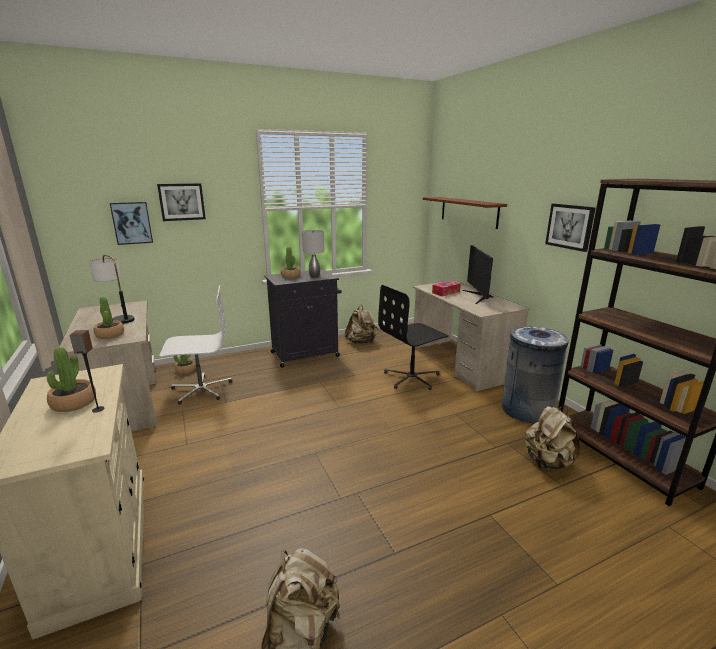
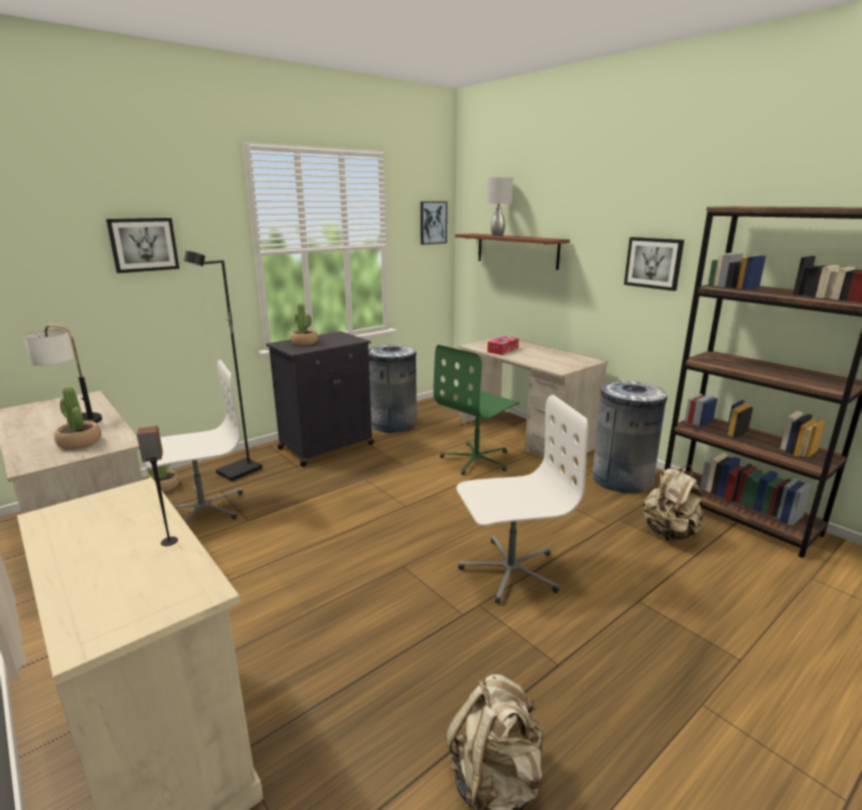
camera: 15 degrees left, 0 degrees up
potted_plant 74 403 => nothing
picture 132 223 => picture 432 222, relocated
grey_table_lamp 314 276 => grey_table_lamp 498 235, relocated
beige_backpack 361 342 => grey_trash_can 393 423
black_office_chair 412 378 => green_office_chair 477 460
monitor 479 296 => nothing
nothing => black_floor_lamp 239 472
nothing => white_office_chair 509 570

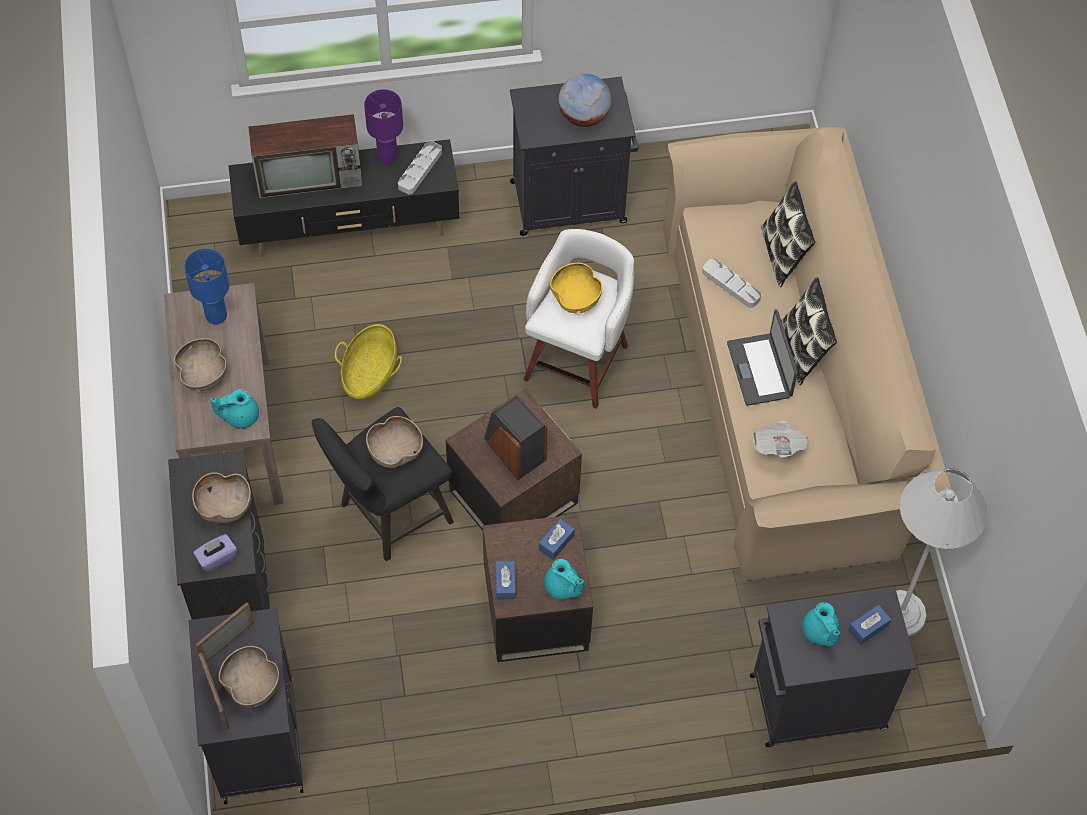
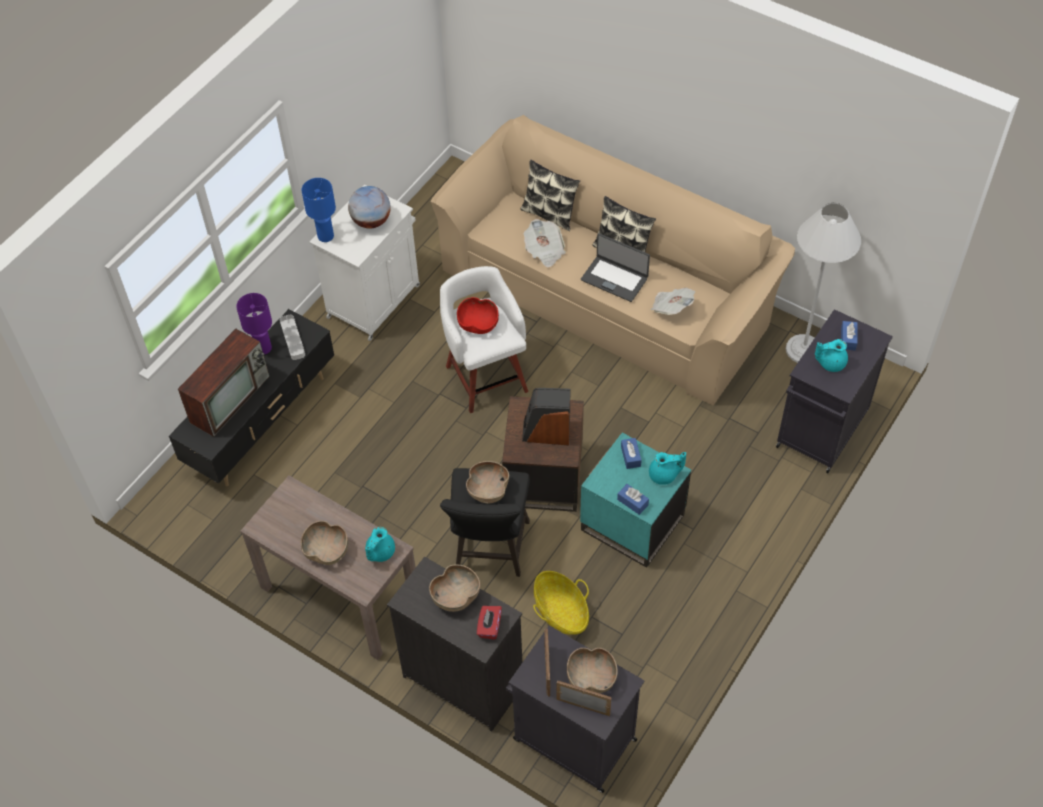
camera: 45 degrees left, 5 degrees down
blue_table_lamp 216 315 => blue_table_lamp 325 236, relocated
purple_tissue_box 217 558 => red_tissue_box 489 627
basket 370 374 => basket 561 612, relocated
brown_side_table 535 612 => turquoise_side_table 632 523
black_cabinet 571 202 => white_cabinet 375 300
yellow_bowl 576 298 => red_bowl 478 324
grey_tray 731 285 => newspaper 544 251
turquoise_teapot 820 632 => turquoise_teapot 830 363, 150 degrees clockwise

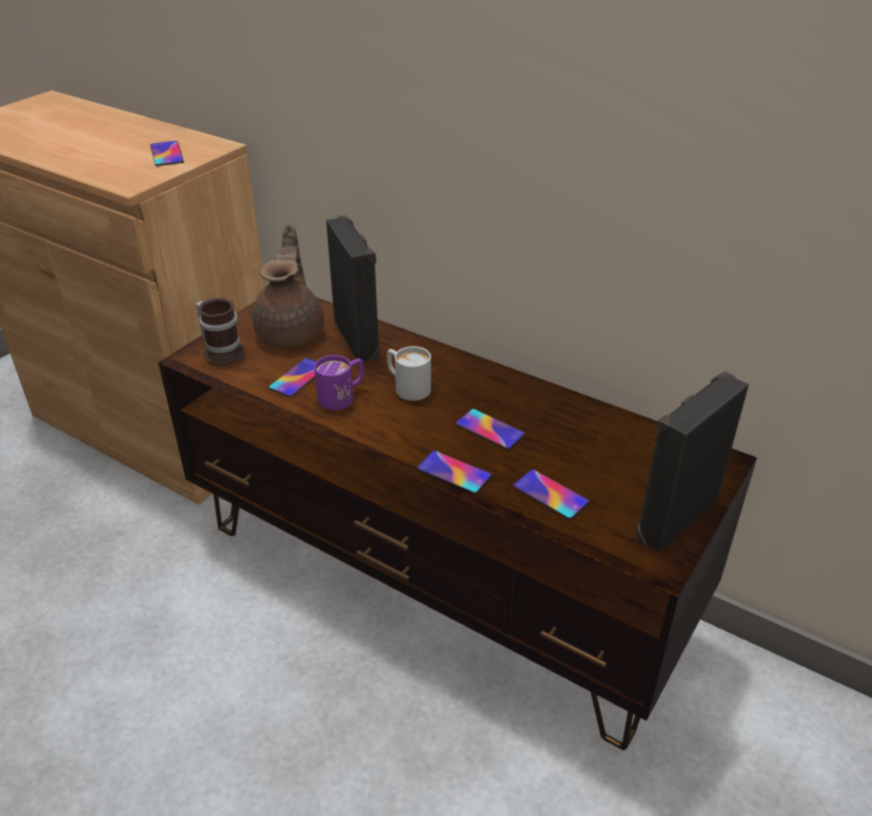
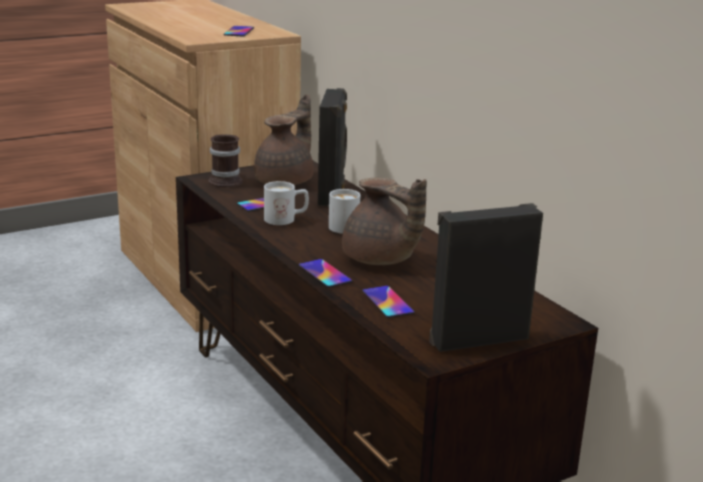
camera: 25 degrees right, 15 degrees down
purple_mug 342 396 => white_mug 286 219
phone 490 429 => brown_teapot 380 260

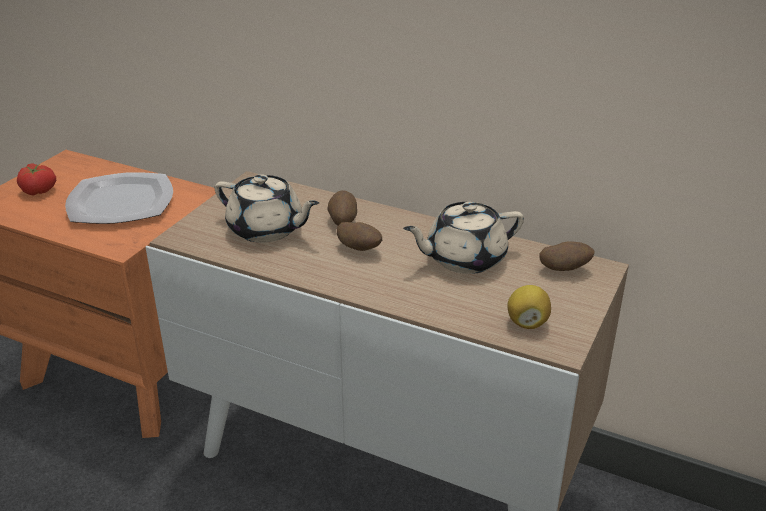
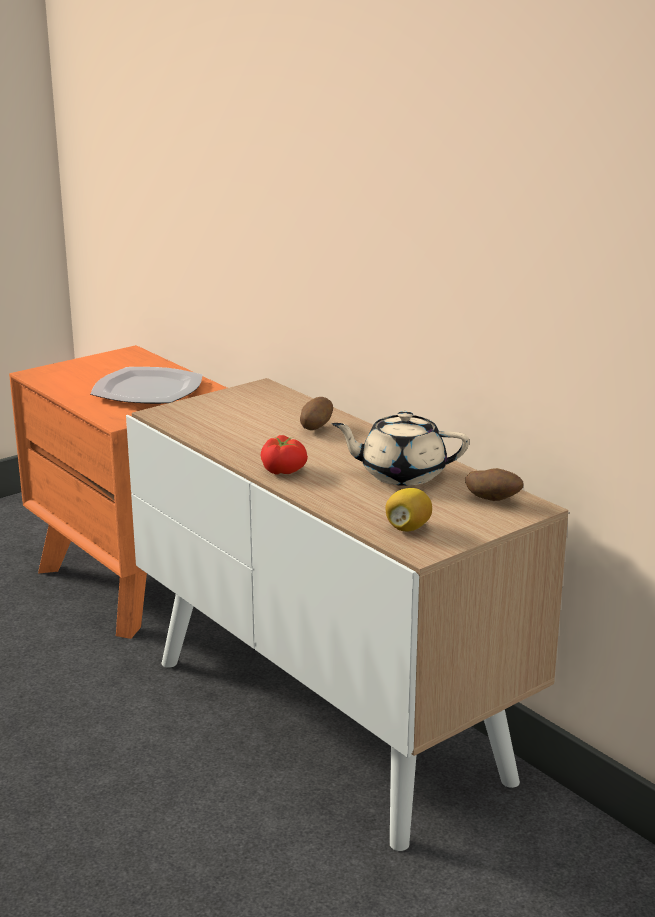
camera: 25 degrees right, 10 degrees down
tomato 39 190 => tomato 284 470, relocated
beige_teapot 267 230 => nothing
potato 359 249 => nothing

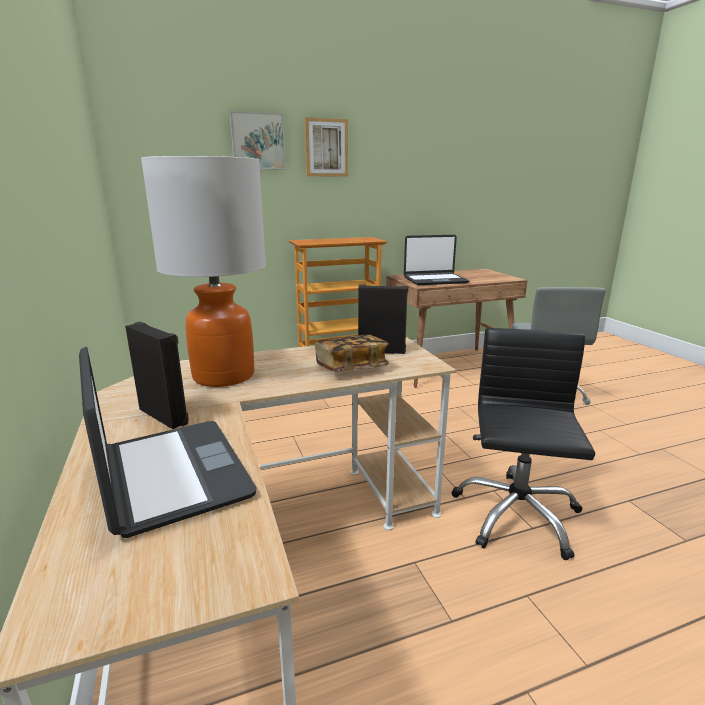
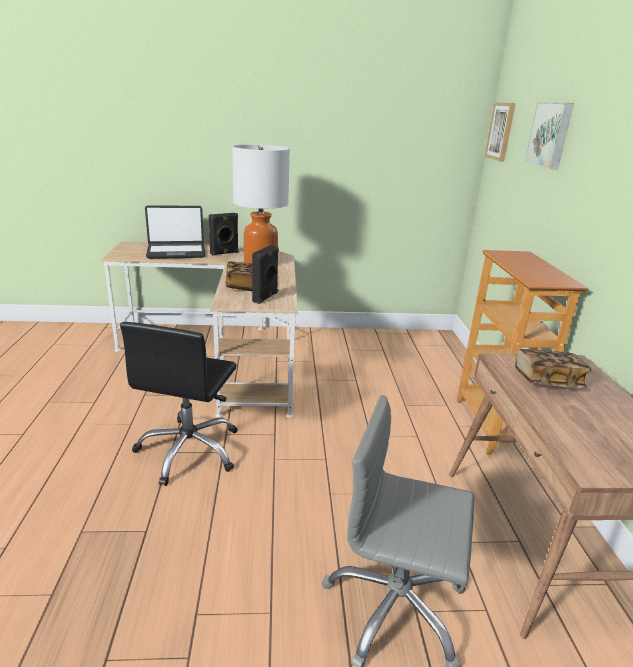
camera: 105 degrees right, 5 degrees up
picture 326 148 => picture 501 131, relocated
laptop 435 280 => book 547 381
black_office_chair 515 514 => black_office_chair 189 450, 75 degrees clockwise

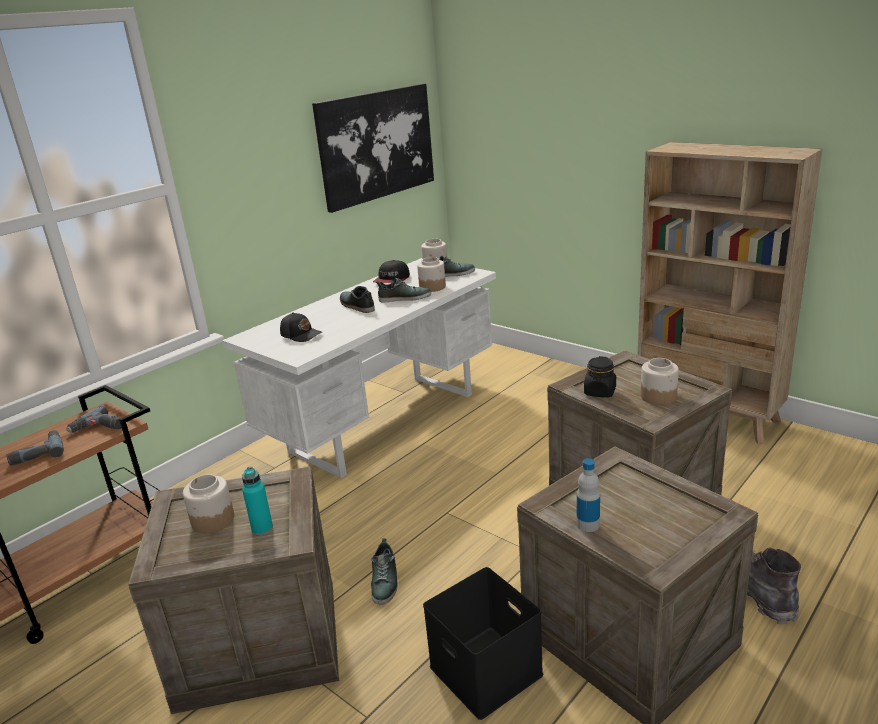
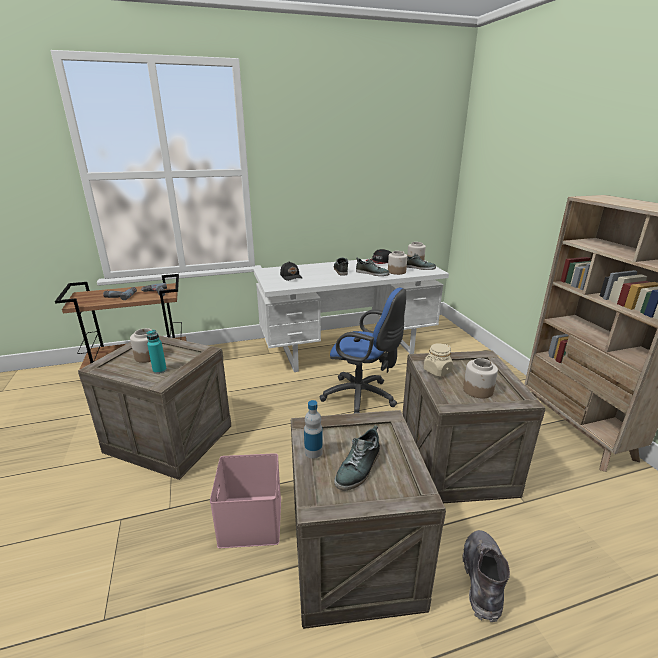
camera: 30 degrees right, 0 degrees up
picture 376 145 => nothing
shoe 385 581 => shoe 359 468, relocated
black_storage_box 488 670 => pink_storage_box 252 521
black_jar 600 392 => beige_jar 437 371
nothing => blue_office_chair 362 398

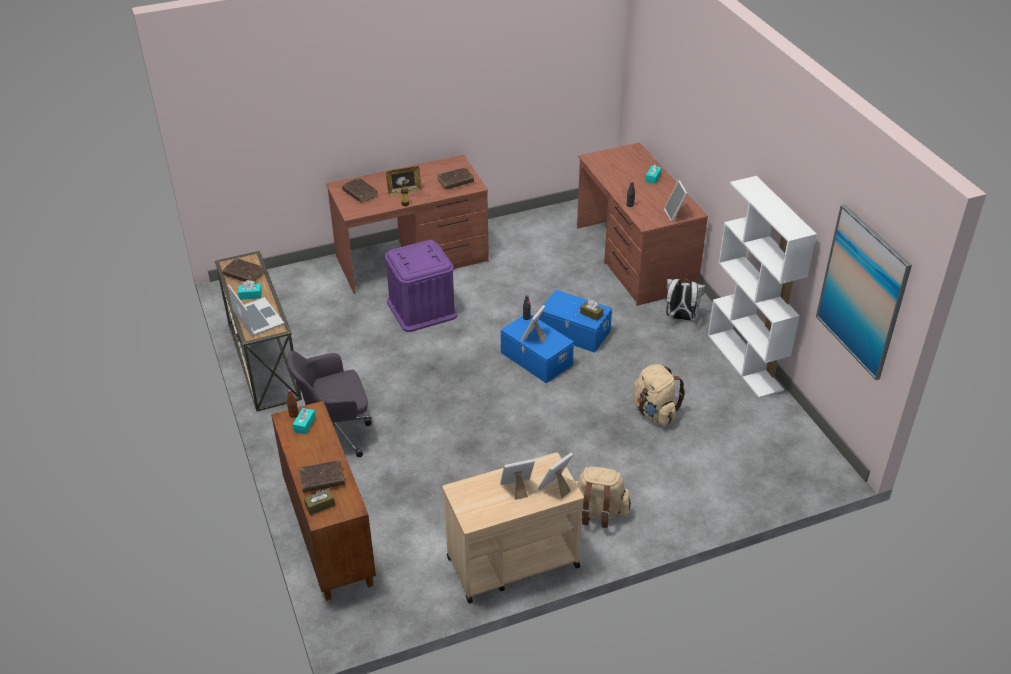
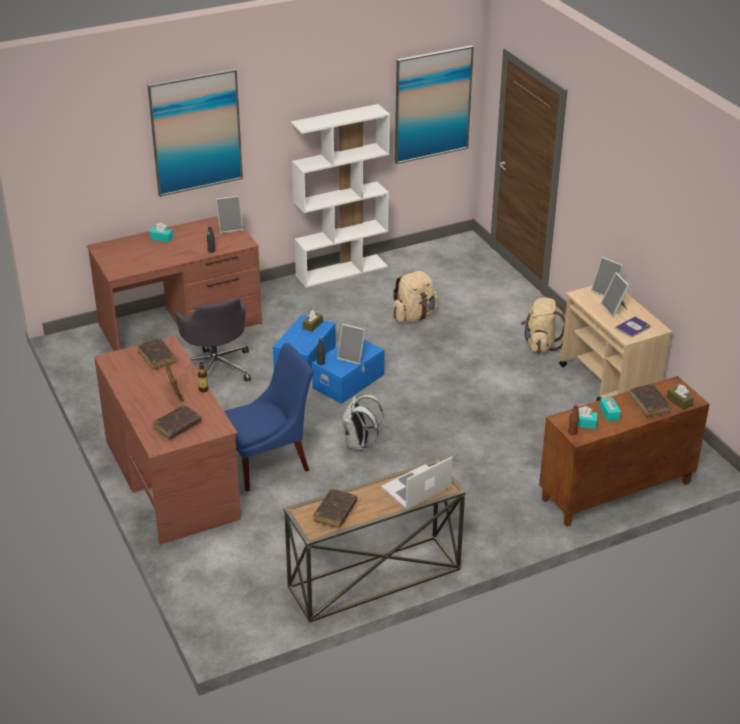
camera: 95 degrees left, 5 degrees down
turquoise_tissue_box 250 295 => turquoise_tissue_box 609 413, relocated
grey_office_chair 336 432 => grey_office_chair 216 367, relocated
purple_storage_box 421 308 => blue_chair 269 462
white_backpack 680 317 => white_backpack 359 444, relocated
nothing => picture 196 132
nothing => book 633 327

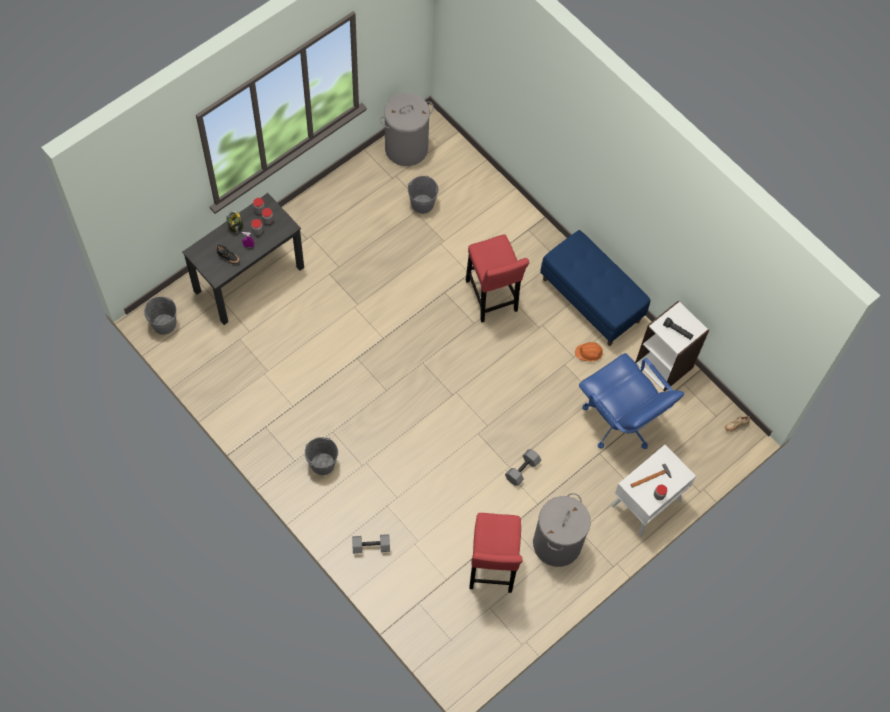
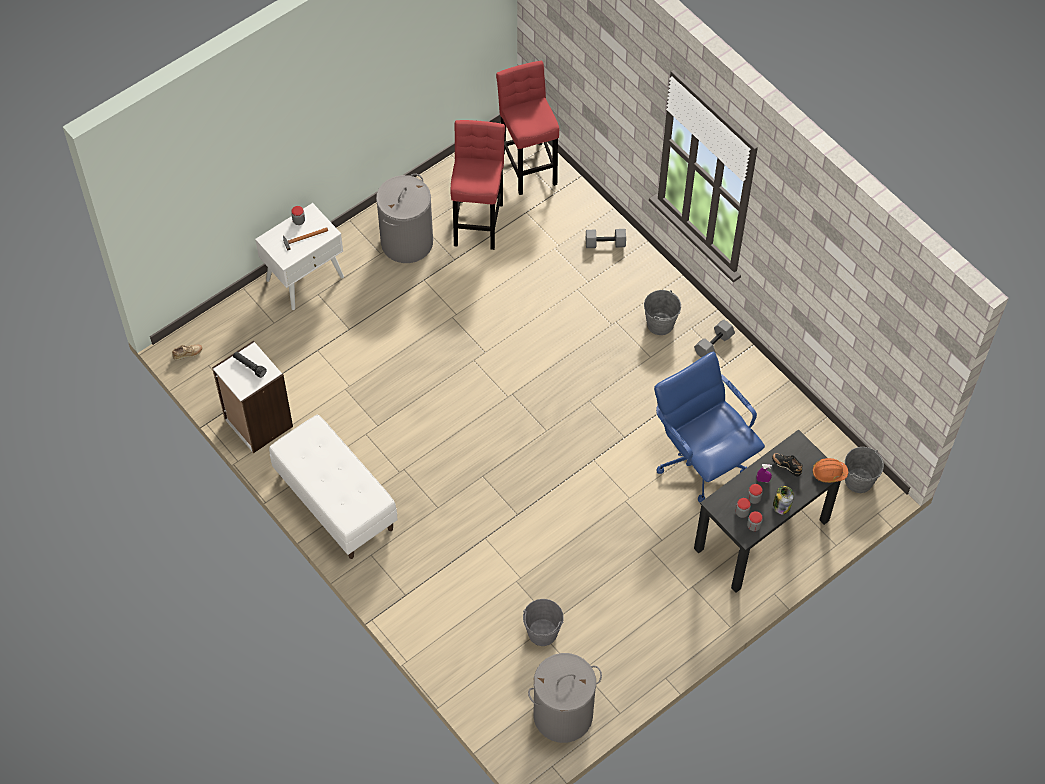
camera: 175 degrees left, 5 degrees down
red_stool 491 299 => red_stool 528 165, relocated
grey_dumbbell 522 470 => grey_dumbbell 713 344, relocated
blue_bench 591 300 => white_bench 335 501
orange_hard_hat 589 353 => orange_hard_hat 829 473, relocated
blue_office_chair 620 420 => blue_office_chair 701 459, relocated

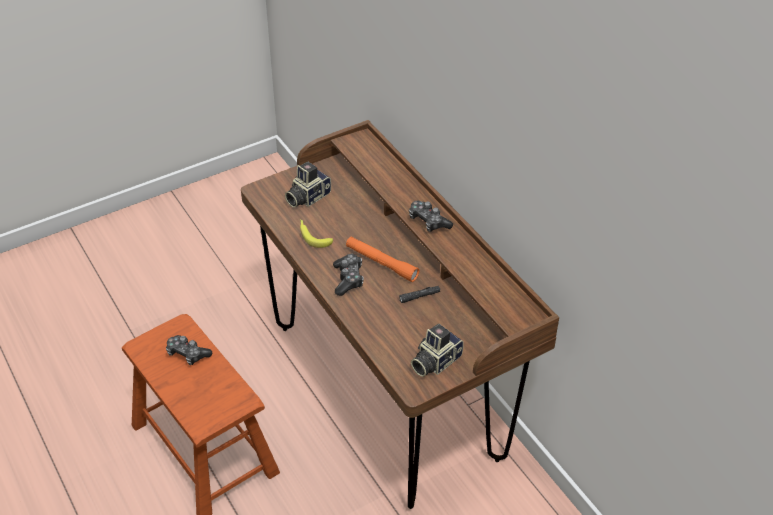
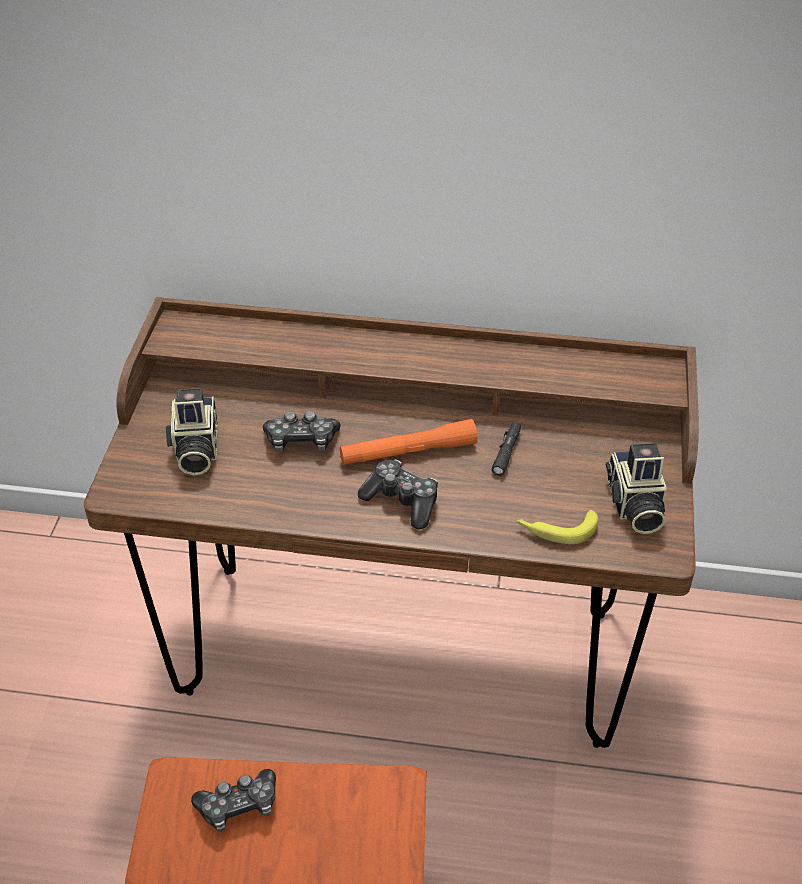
camera: 50 degrees left, 0 degrees up
banana 313 236 => banana 556 529, relocated
game_controller 428 221 => game_controller 301 441, relocated

